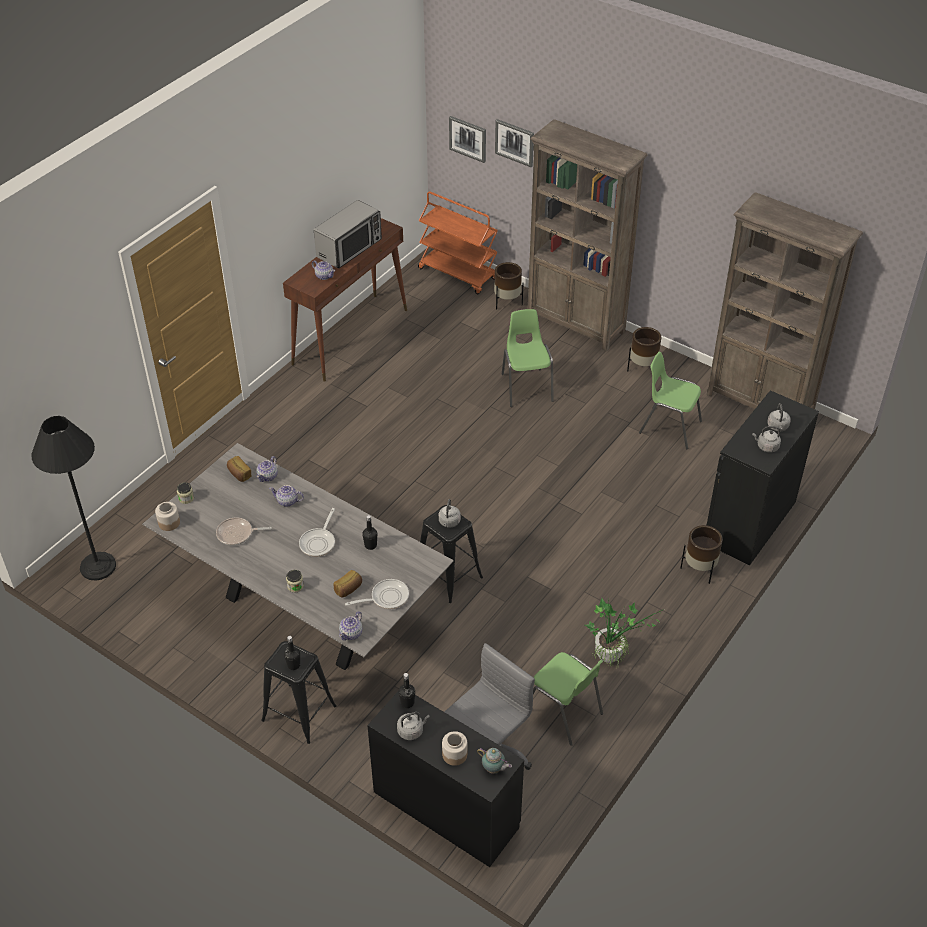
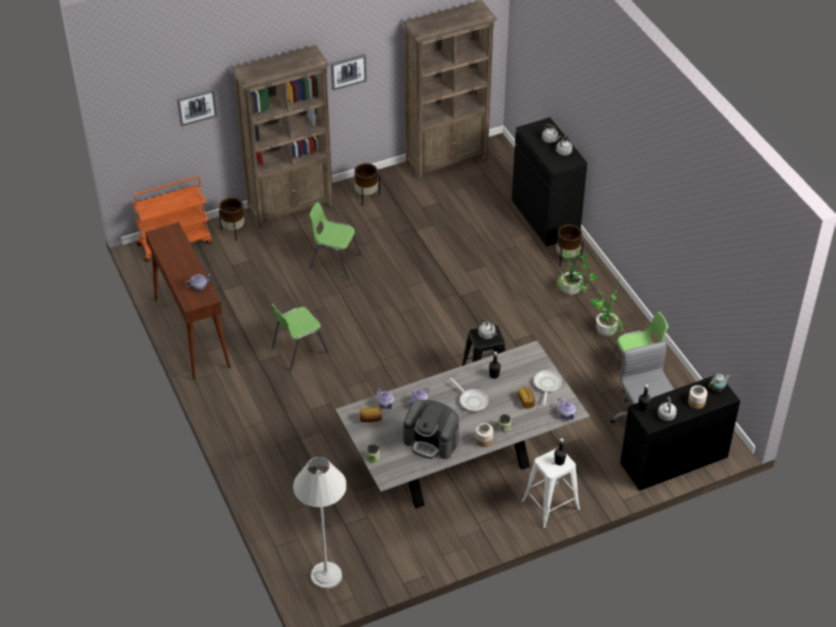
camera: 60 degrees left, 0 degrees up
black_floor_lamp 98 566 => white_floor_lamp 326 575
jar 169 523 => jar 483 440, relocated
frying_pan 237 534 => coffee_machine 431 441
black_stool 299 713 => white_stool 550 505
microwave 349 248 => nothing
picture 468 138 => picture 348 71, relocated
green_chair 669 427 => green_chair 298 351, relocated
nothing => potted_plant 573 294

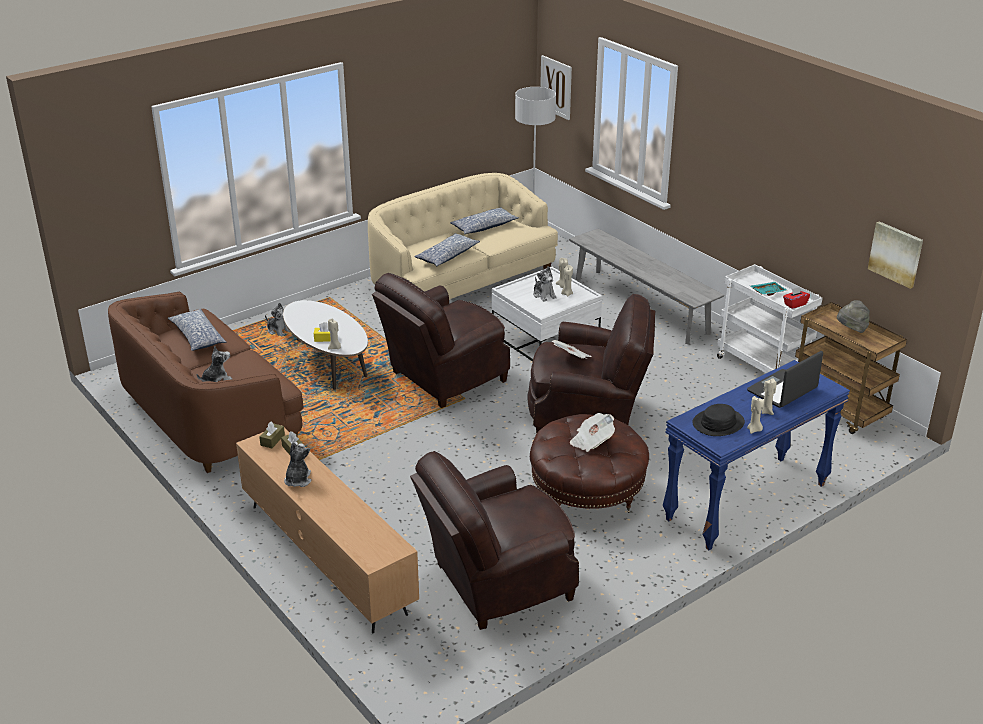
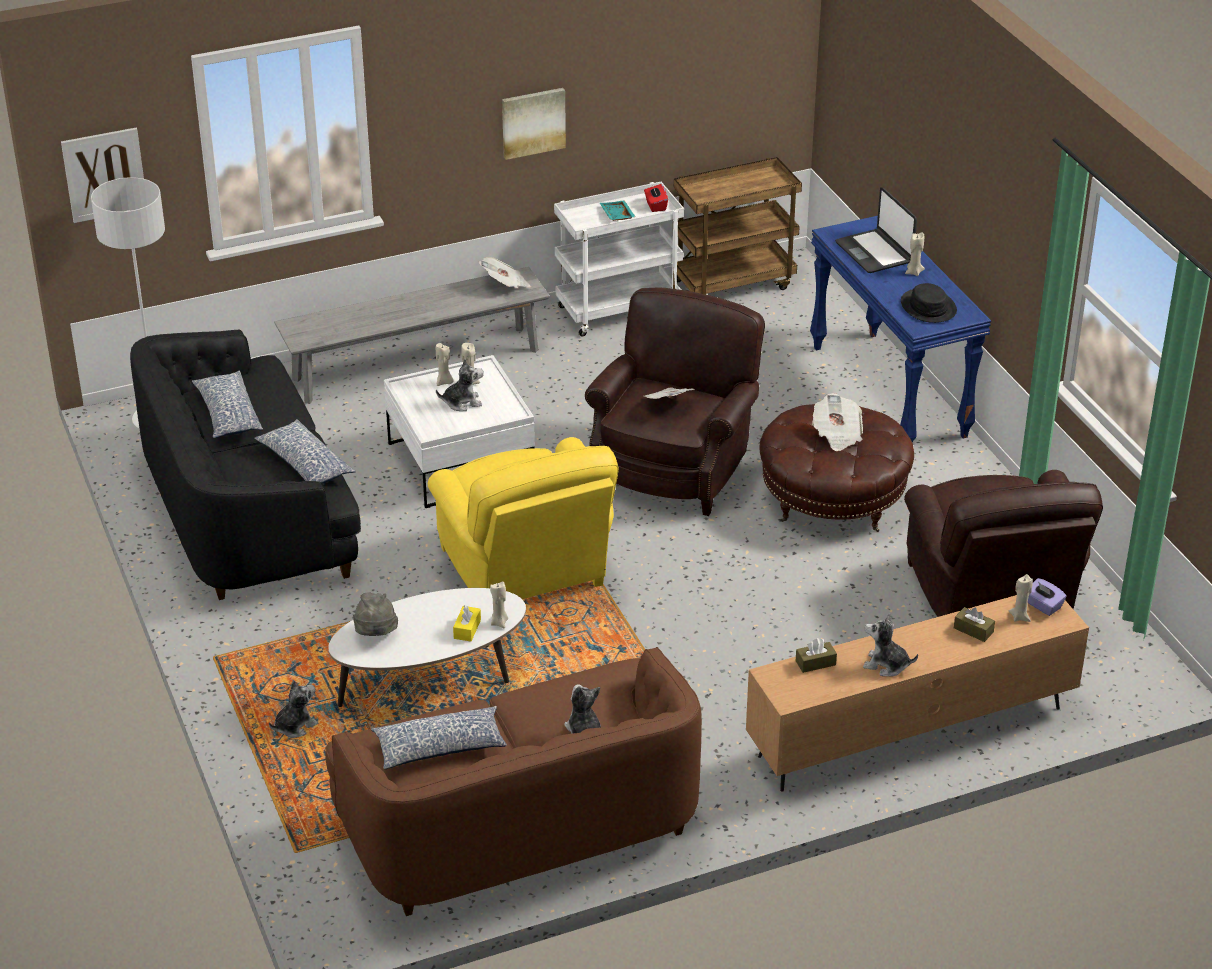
camera: 75 degrees left, 5 degrees up
brown_tissue_box 272 440 => brown_tissue_box 973 630, relocated
beige_sofa 461 282 => black_sofa 248 511
brown_armchair 444 378 => yellow_armchair 526 571
beige_candle 754 430 => beige_candle 1020 617, relocated
grey_hat 851 330 => grey_hat 376 635, relocated
picture 896 254 => picture 533 122, relocated
nothing => newspaper 505 285
nothing => purple_tissue_box 1043 606

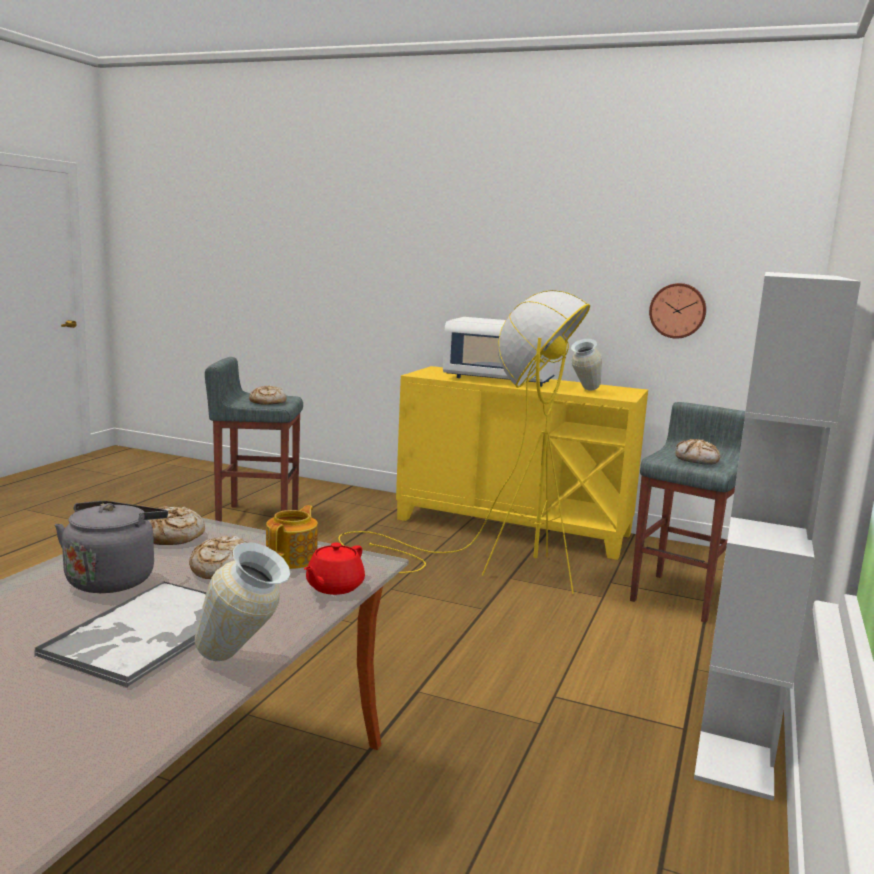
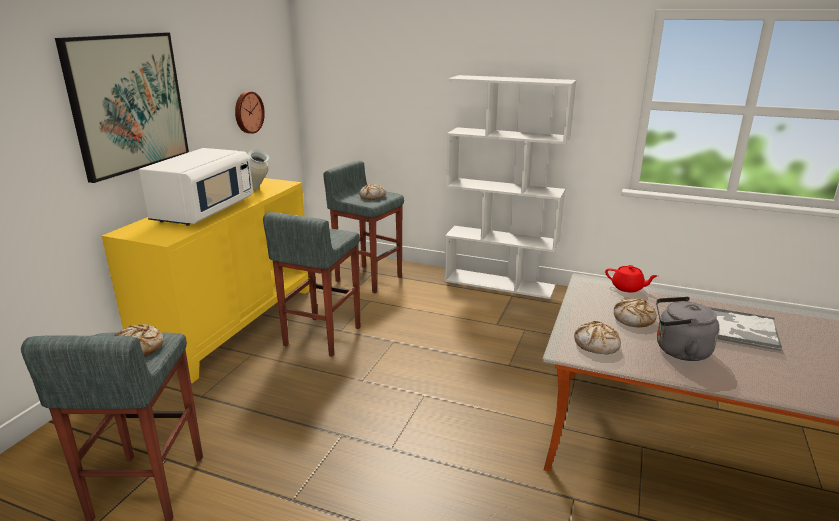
camera: 90 degrees left, 10 degrees up
vase 243 662 => nothing
teapot 293 558 => nothing
yellow_floor_lamp 491 568 => grey_stool 321 336
nothing => picture 128 103

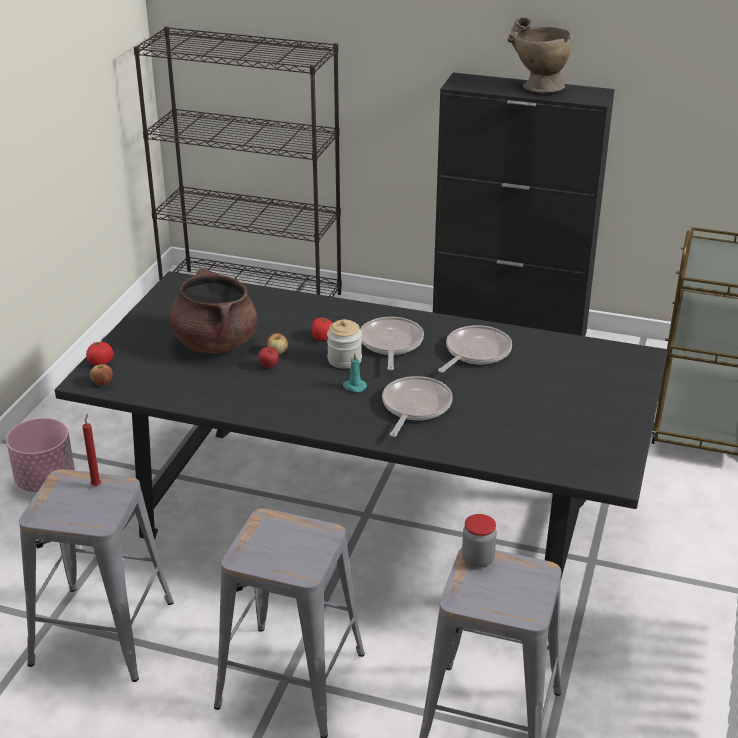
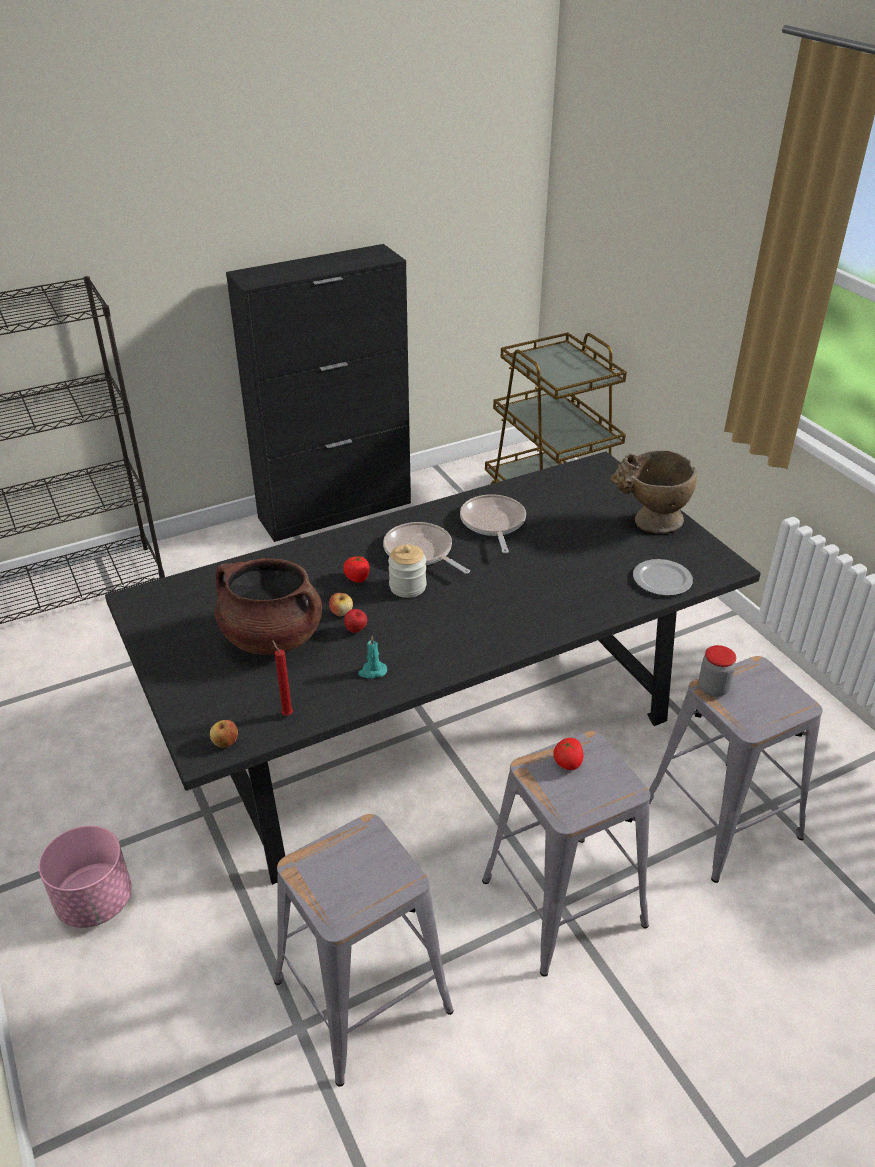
camera: 45 degrees left, 5 degrees up
red_candle 96 485 => red_candle 286 714, relocated
tomato 101 362 => tomato 568 763, relocated
turquoise_candle 354 387 => turquoise_candle 372 671, relocated
frying_pan 414 407 => nothing
beige_vase 536 87 => beige_vase 649 523, relocated
nothing => plate 661 579

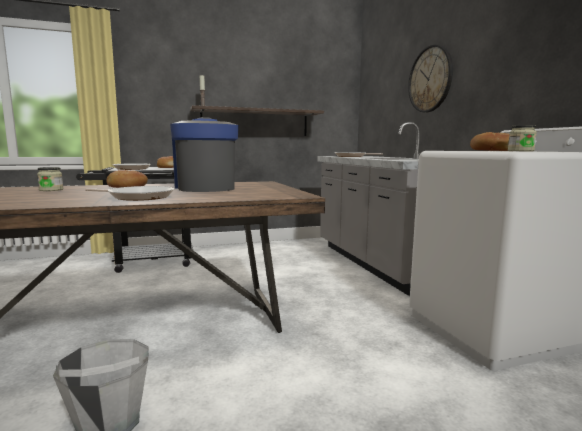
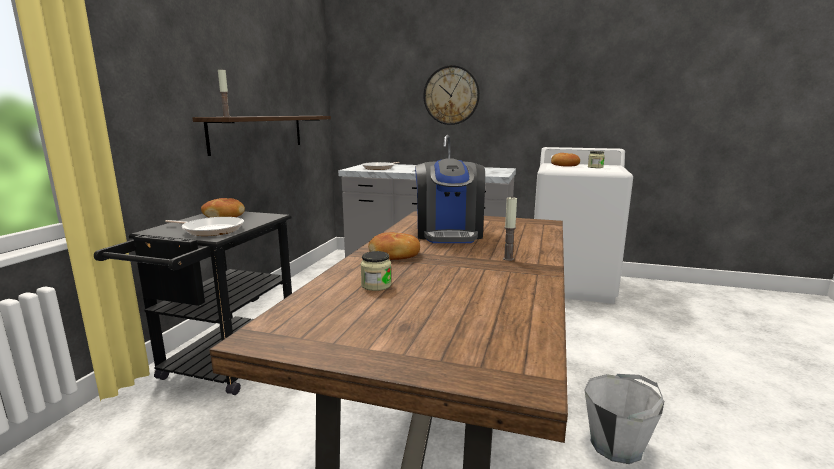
camera: 55 degrees left, 5 degrees up
frying_pan 138 197 => candle 508 259
coffee_machine 205 187 => coffee_machine 449 234, 105 degrees counterclockwise

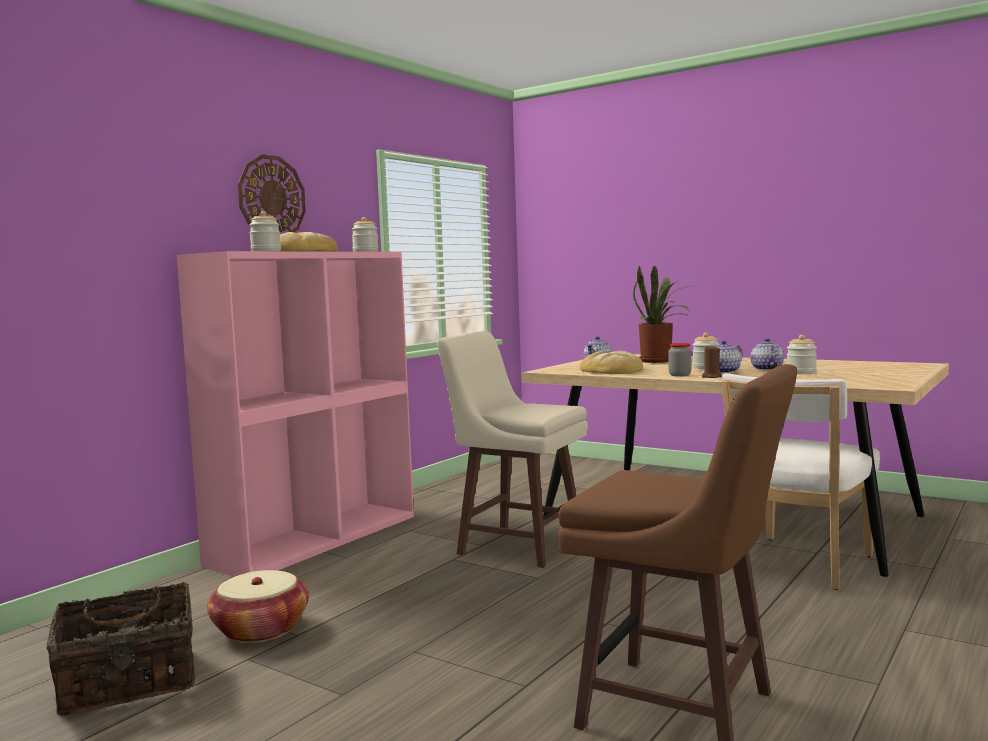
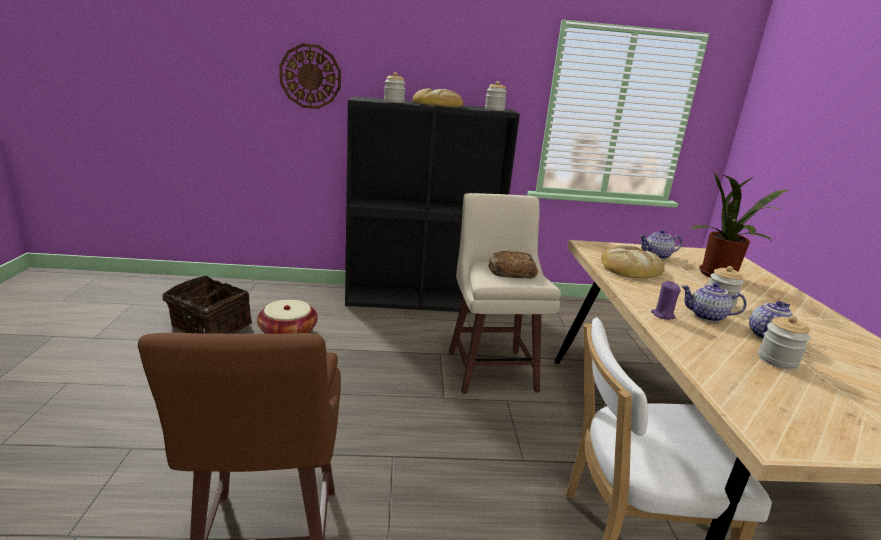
camera: 50 degrees right, 15 degrees up
pink_bookcase 316 539 => black_bookcase 420 299
wall_clock 271 197 => wall_clock 310 76, relocated
jar 679 375 => nothing
brown_candle 711 377 => purple_candle 662 315
nothing => bread 511 271

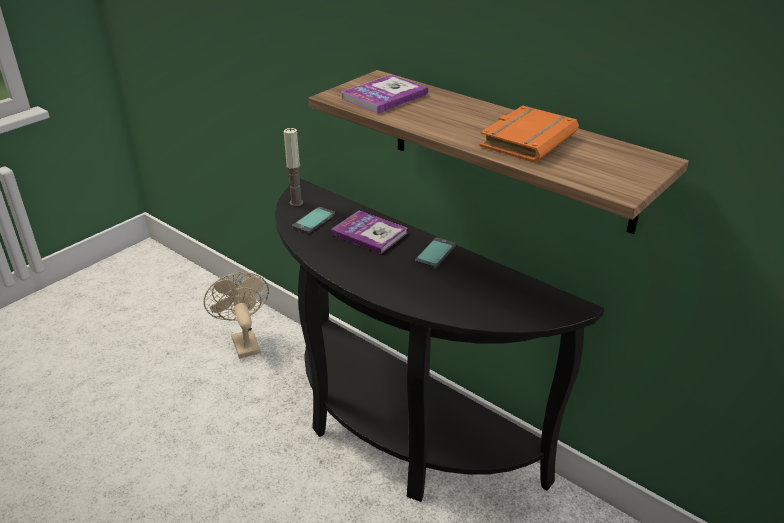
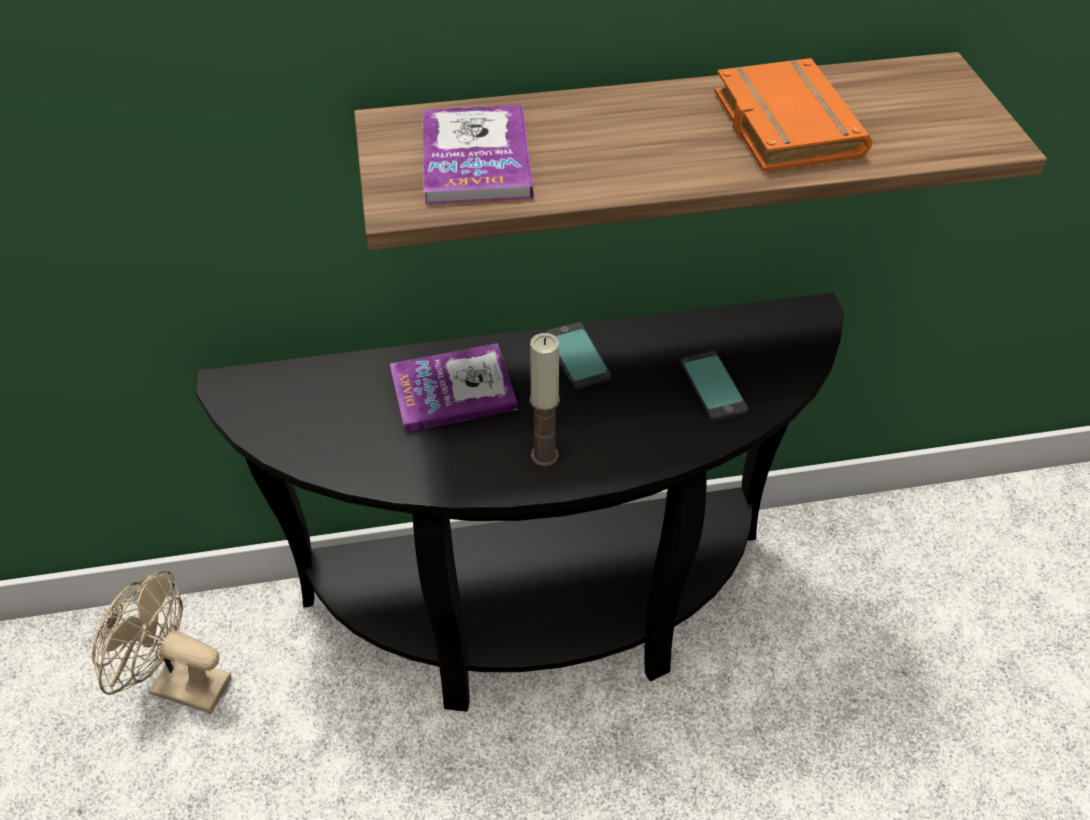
camera: 50 degrees left, 15 degrees up
candle 296 202 => candle 544 455, relocated
phone 314 221 => phone 713 387, relocated

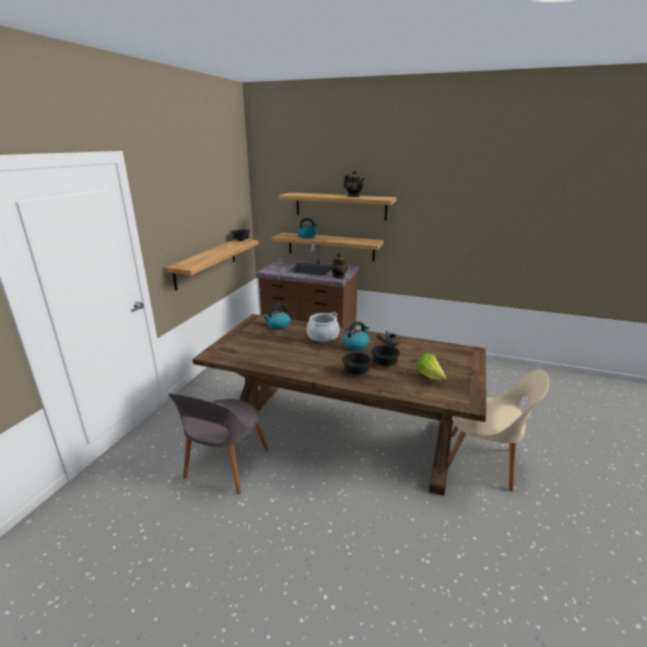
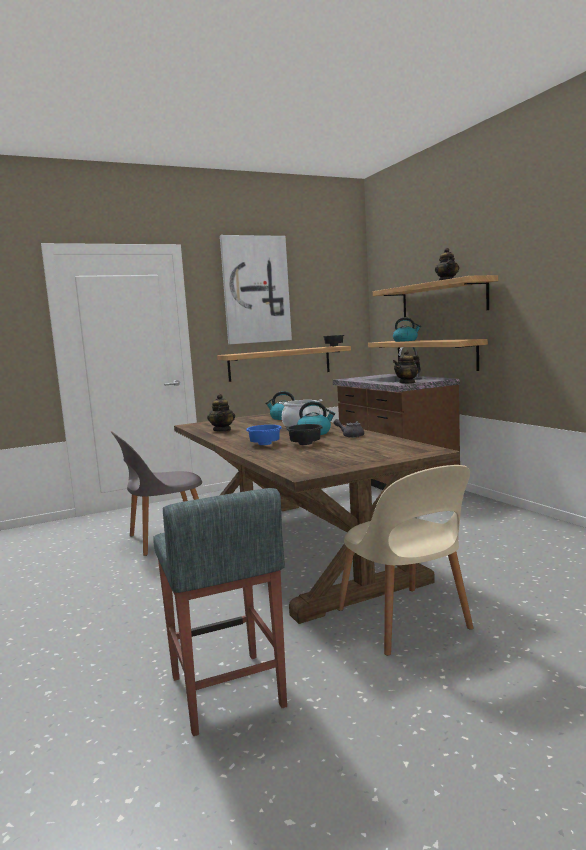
camera: 45 degrees right, 15 degrees down
black_bowl 356 371 => blue_bowl 265 444
lettuce 430 377 => nothing
nothing => grey_stool 227 692
nothing => teapot 222 430
nothing => picture 255 290

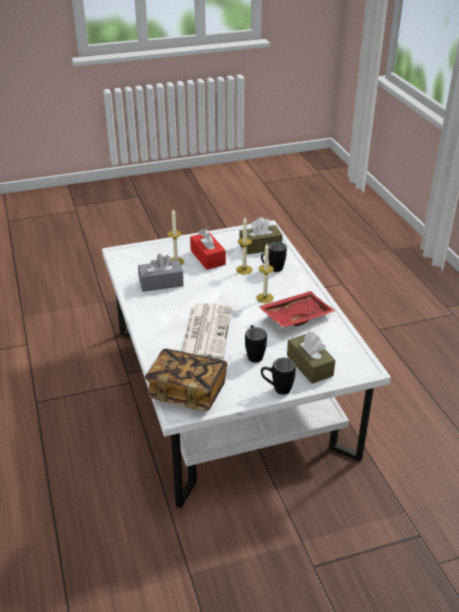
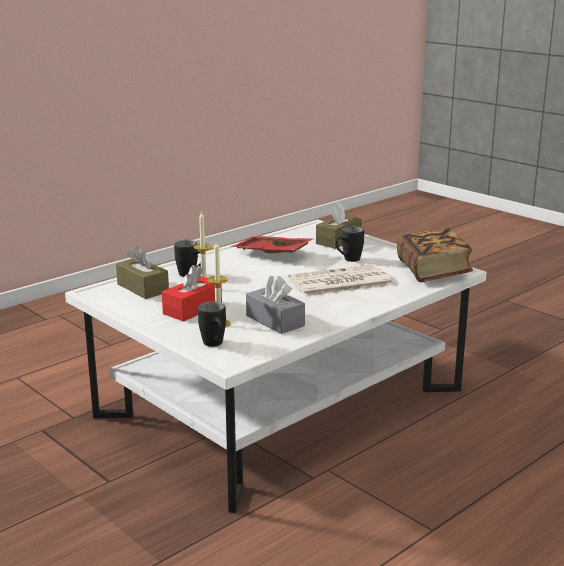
camera: 115 degrees left, 15 degrees down
candle 265 298 => nothing
black_mug 277 389 => black_mug 214 345, relocated

